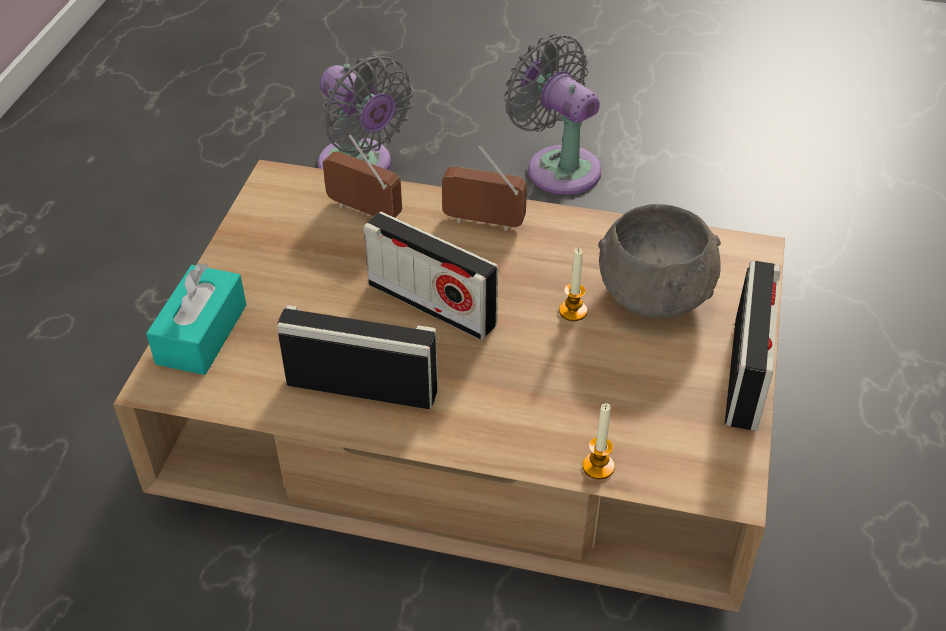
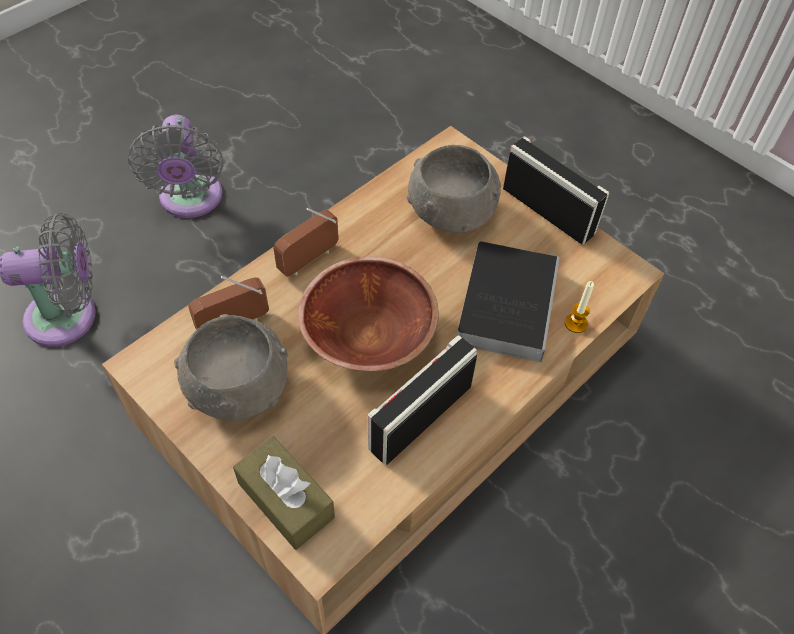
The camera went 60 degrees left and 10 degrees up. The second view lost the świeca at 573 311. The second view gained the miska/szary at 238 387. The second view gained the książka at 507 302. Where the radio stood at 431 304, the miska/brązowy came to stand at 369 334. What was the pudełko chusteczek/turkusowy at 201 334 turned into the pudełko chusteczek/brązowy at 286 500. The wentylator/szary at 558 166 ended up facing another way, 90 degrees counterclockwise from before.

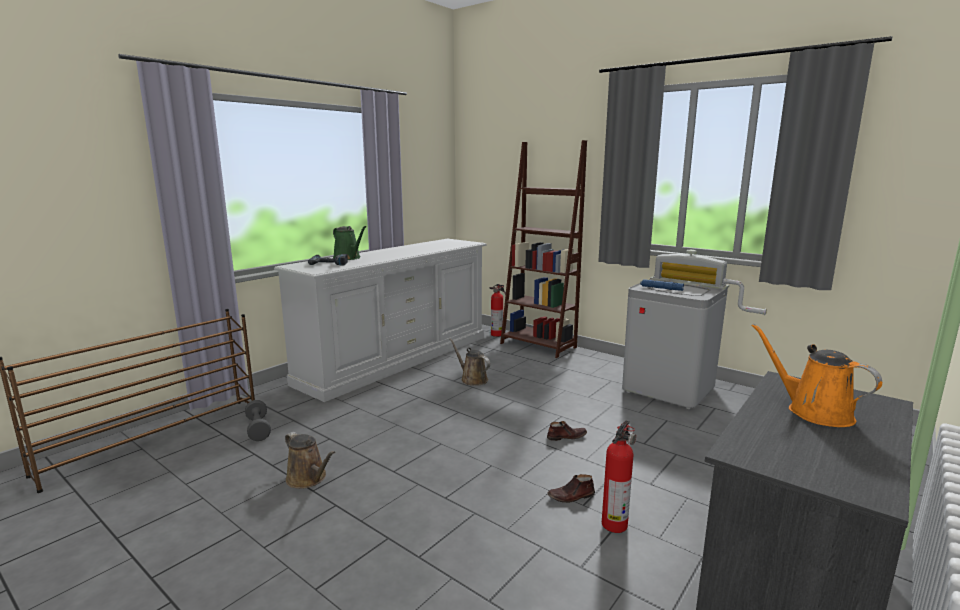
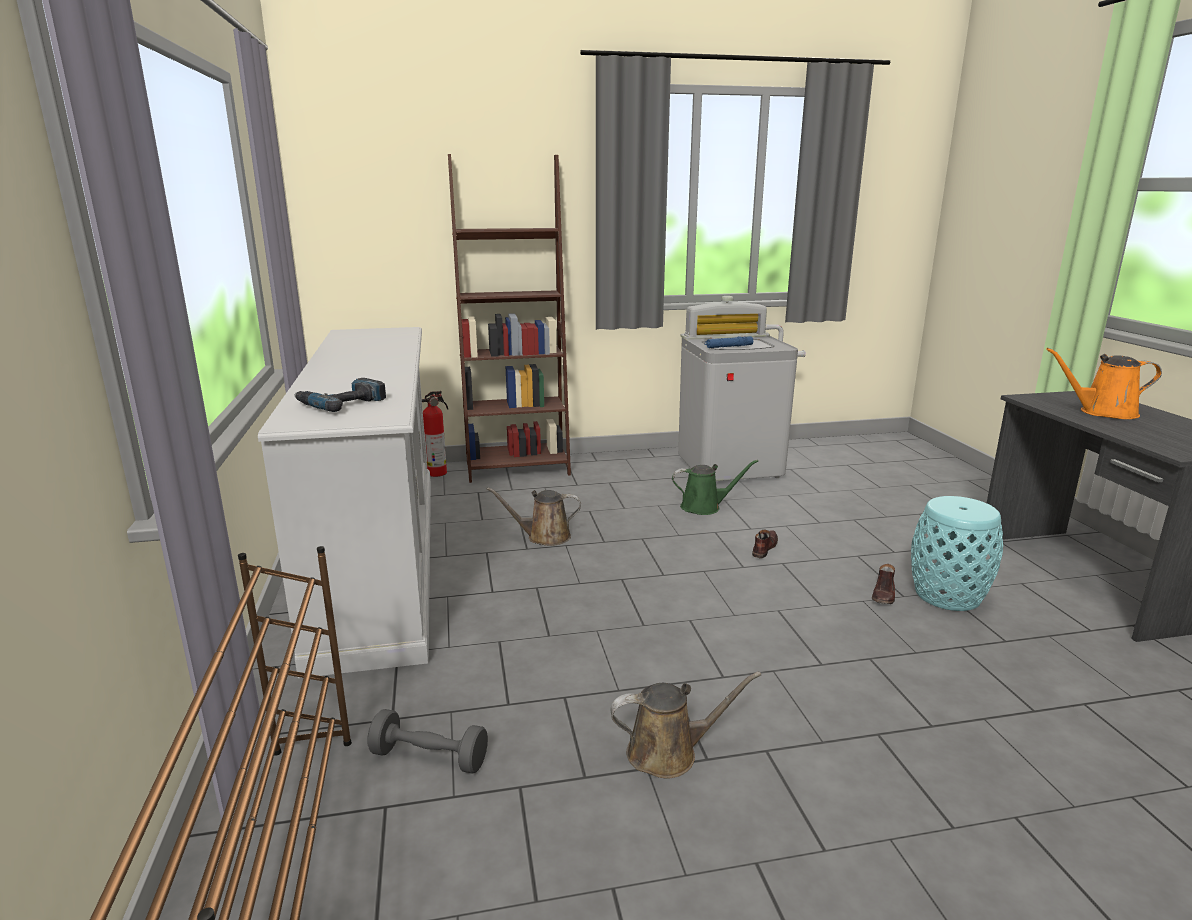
The camera went 50 degrees left and 5 degrees up. The konewka/zielony ended up elsewhere, having gone from 348 258 to 704 507. Where the gaśnica stood at 615 523, the stołek/turkusowy came to stand at 947 595.

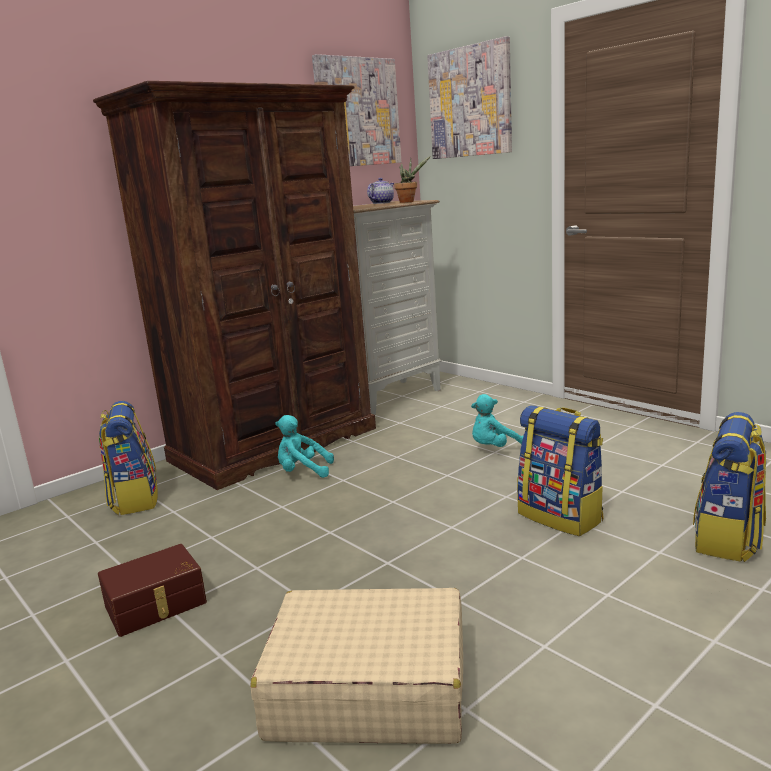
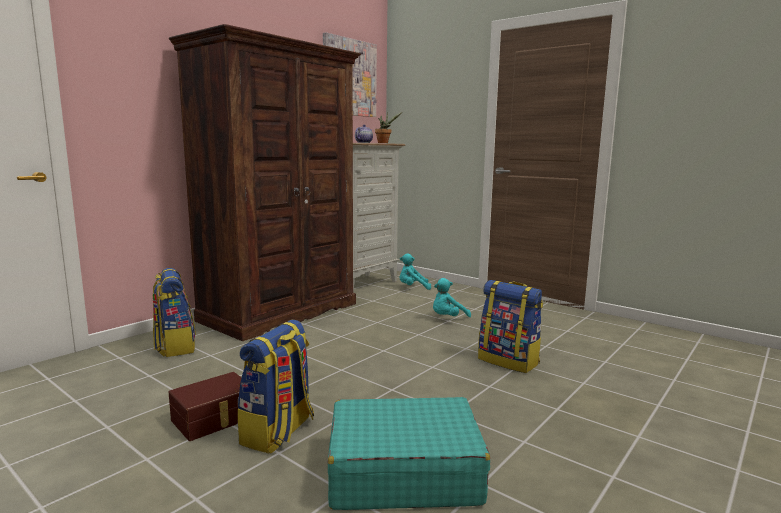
The camera went 10 degrees left and 5 degrees down. The second view lost the obraz at 470 102. The pluszak/turkusowy ended up elsewhere, having gone from 303 472 to 412 288. The plecak ended up elsewhere, having gone from 728 539 to 278 432. What was the walizka/beżowy at 367 688 turned into the walizka/turkusowy at 403 471.

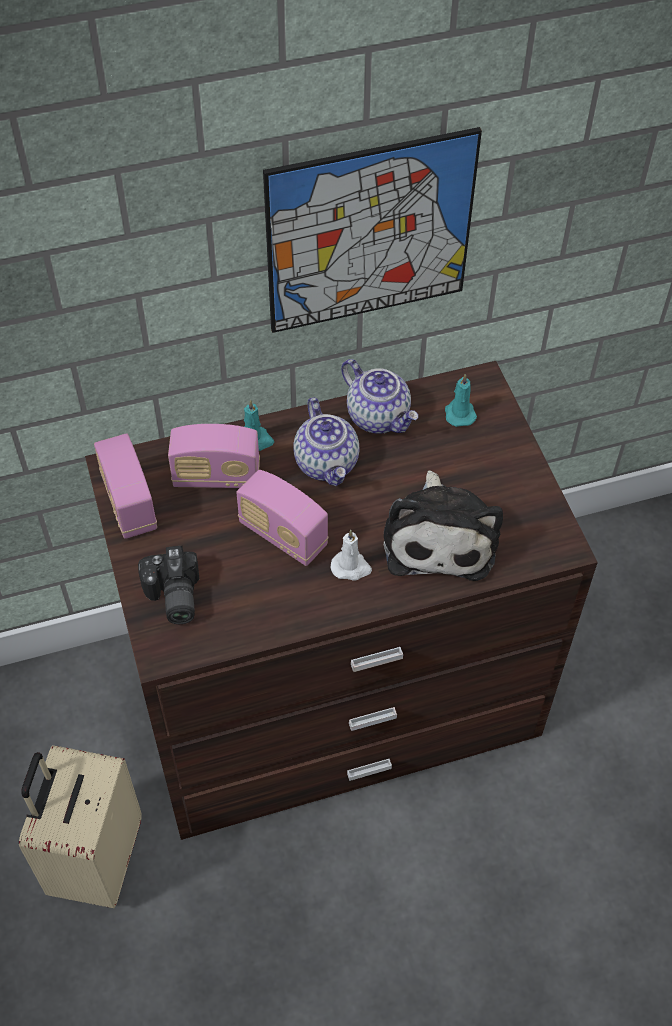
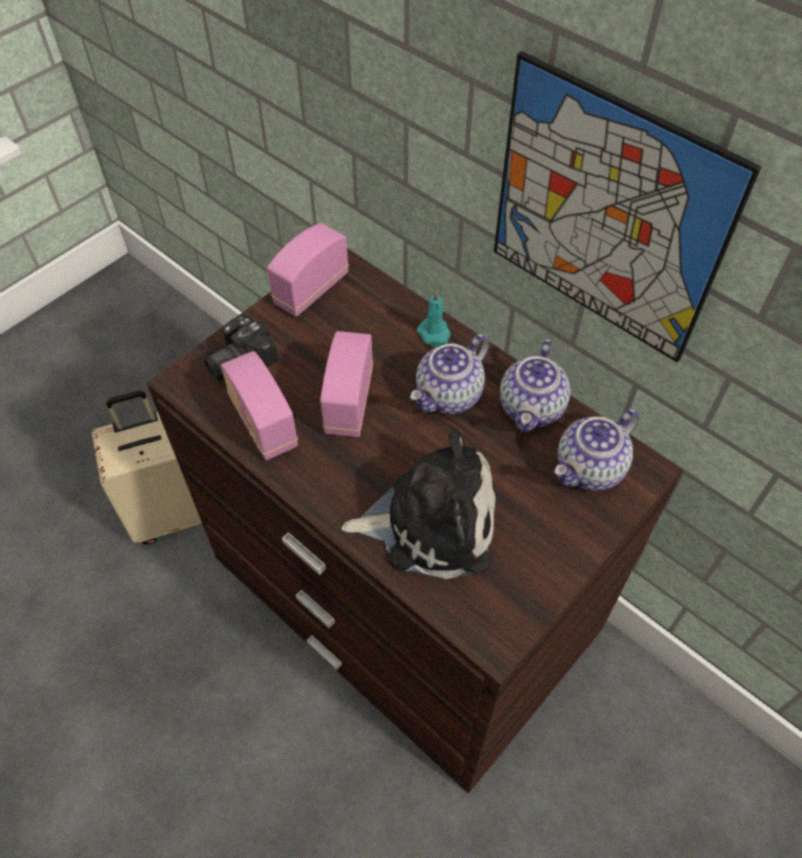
The camera went 60 degrees right and 0 degrees up. The second view lost the świeca/biały at 351 567. The radio ended up elsewhere, having gone from 216 477 to 263 423. Where the świeca/turkusowy stood at 459 413, the imbryk came to stand at 590 469. The pluszak at 439 536 ended up facing another way, 150 degrees counterclockwise from before.

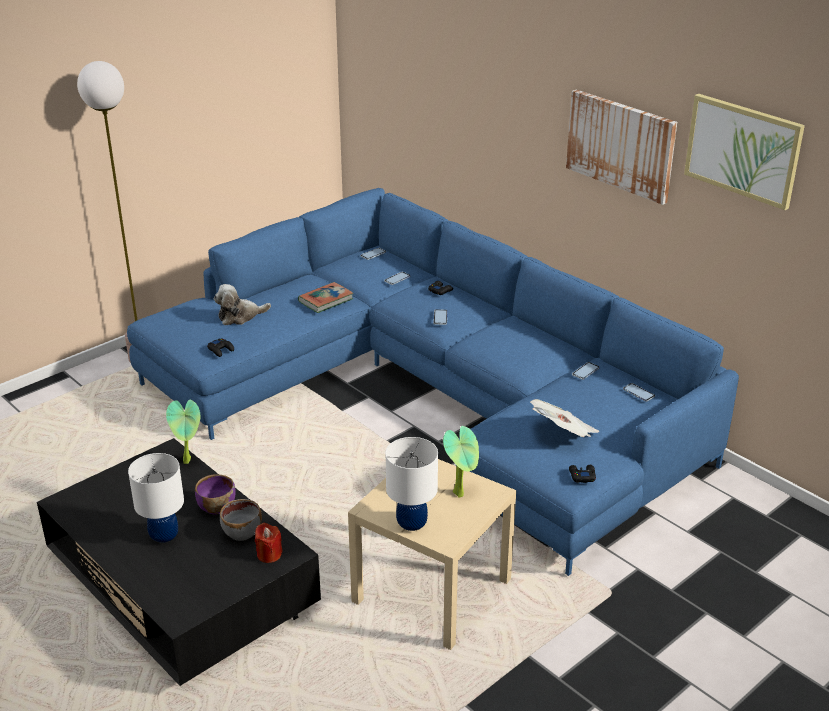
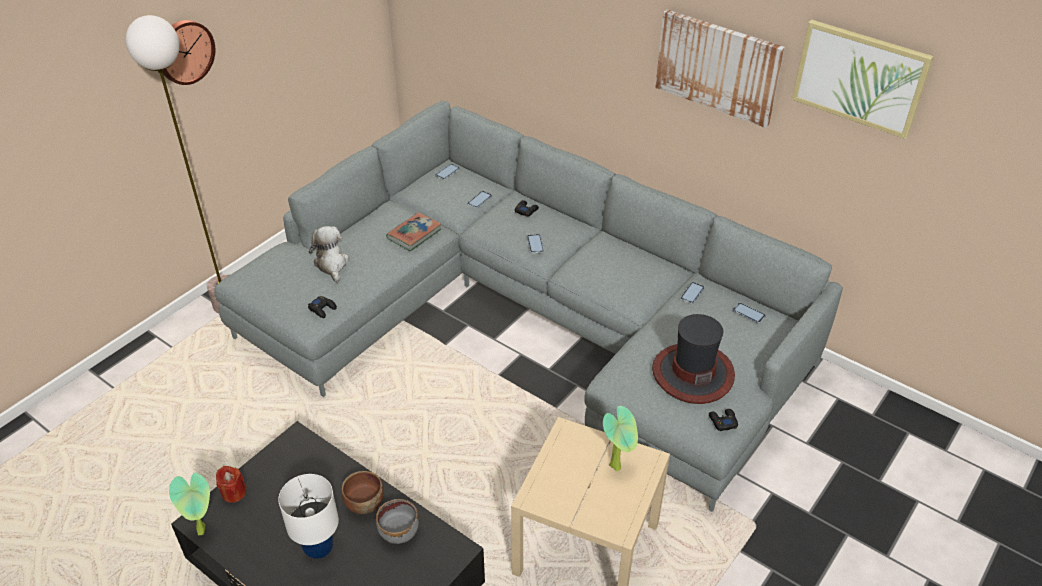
The camera went 10 degrees left and 10 degrees up. The second view lost the lampa stołowa/biały at 411 525. The second view gained the zegar ścienny at 184 51. The roślina doniczkowa ended up elsewhere, having gone from 189 461 to 203 530. The świeca/czerwony ended up elsewhere, having gone from 269 554 to 233 493. Where the gazeta stood at 563 434, the kapelusz came to stand at 692 373. What was the kanapa/niebieski at 429 397 turned into the kanapa/szary at 527 318. What was the miska/fioletowy at 216 507 turned into the miska/brązowy at 364 503. The pluszak at 240 316 ended up facing another way, 105 degrees clockwise from before.

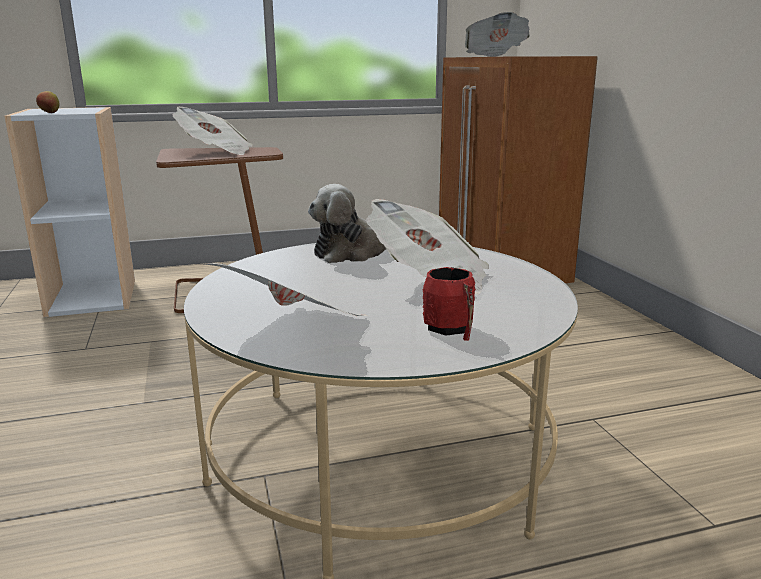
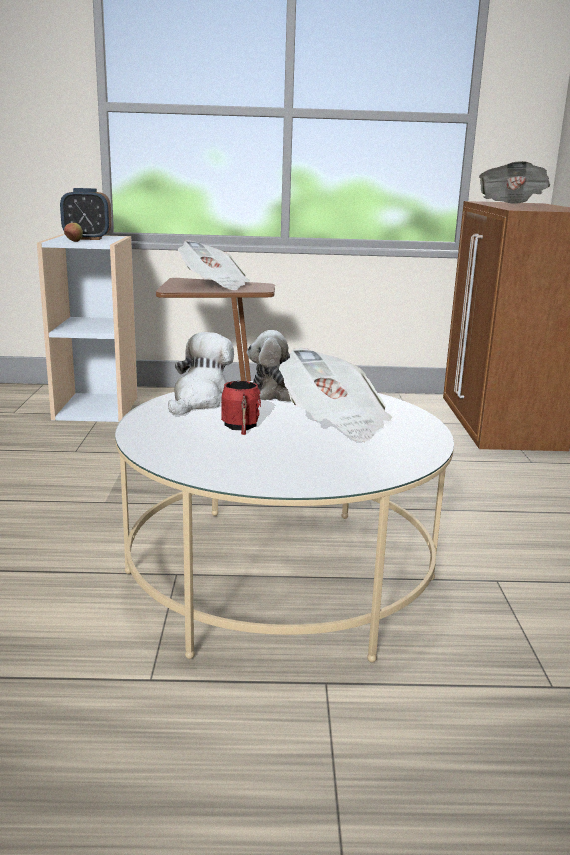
The camera went 15 degrees right and 0 degrees up. The second view lost the gazeta at 293 331. The second view gained the budzik at 87 238. The second view gained the pluszak at 200 402. The kubek/czerwony ended up elsewhere, having gone from 451 330 to 241 427.

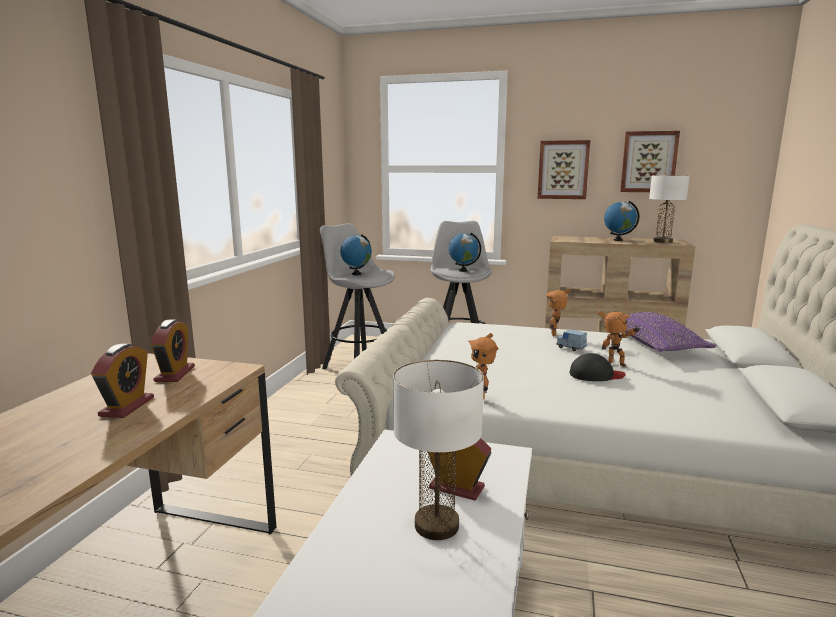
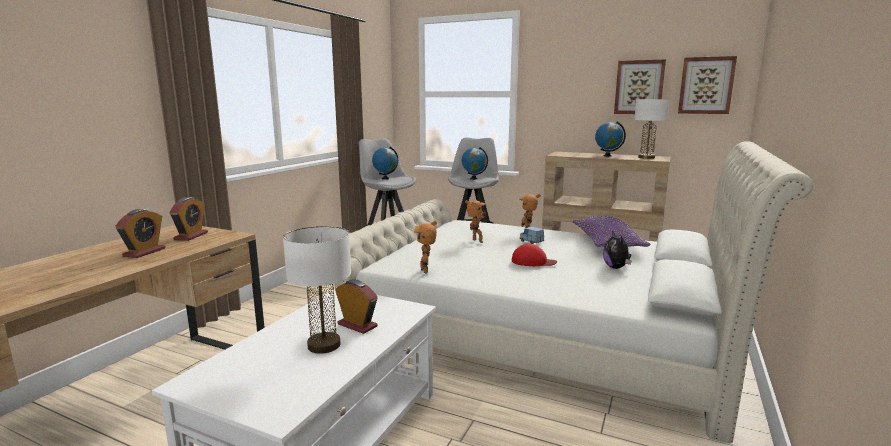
The camera went 10 degrees right and 0 degrees up. The second view gained the pluszak at 616 267. The obraz ended up elsewhere, having gone from 563 170 to 706 85. The robot zabawkowy ended up elsewhere, having gone from 615 365 to 476 241. What was the czapka z daszkiem/czarny at 596 375 turned into the czapka z daszkiem/czerwony at 533 262.

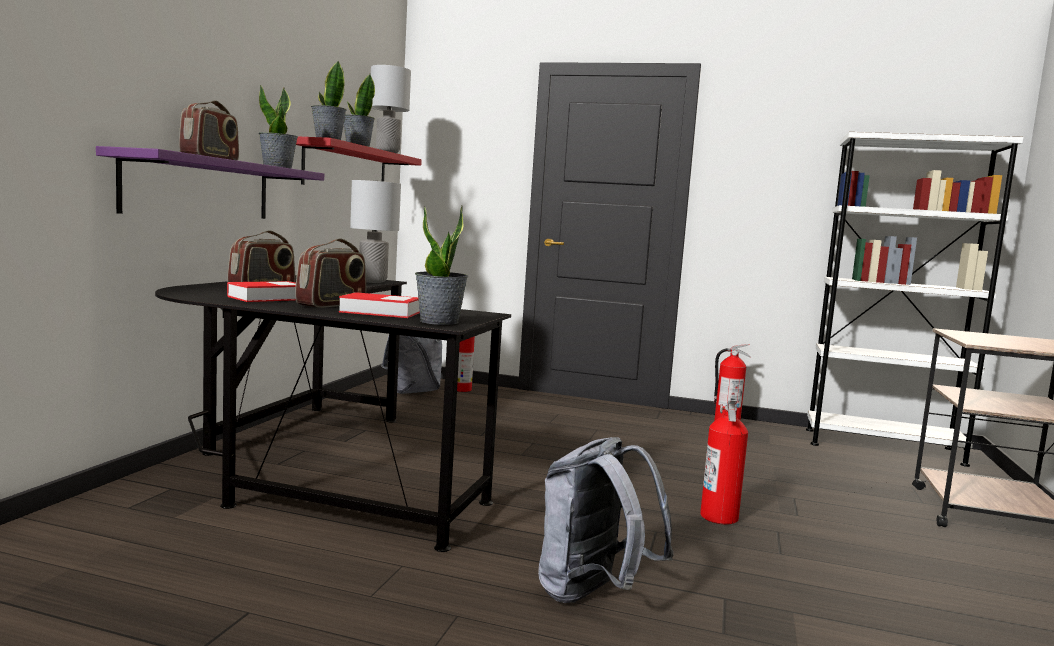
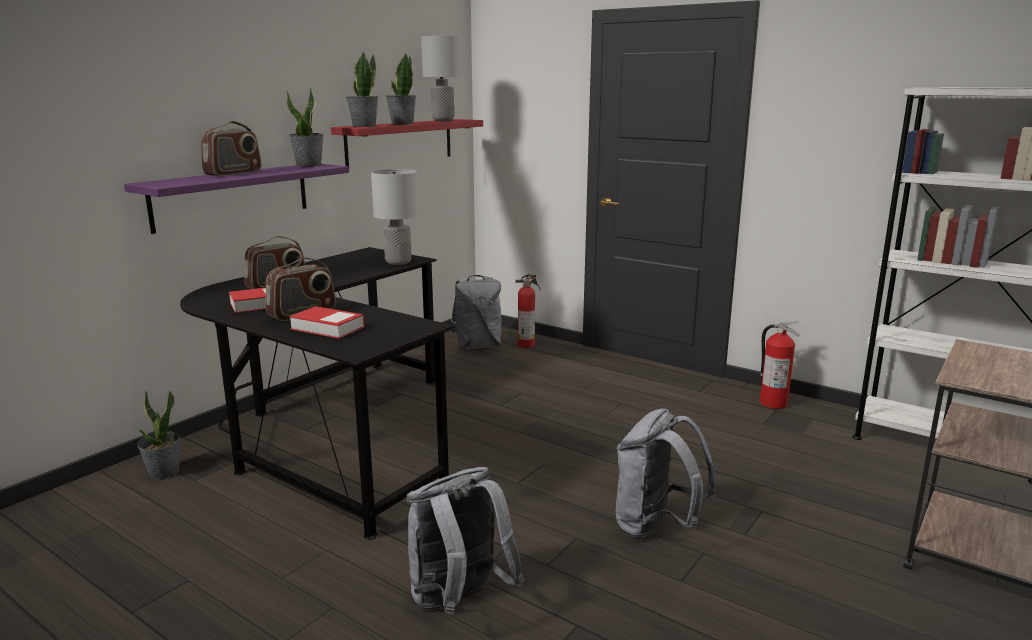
The camera went 20 degrees right and 10 degrees up. The roślina doniczkowa ended up elsewhere, having gone from 439 322 to 164 472. Where the gaśnica stood at 719 517, the plecak/szary came to stand at 656 527.

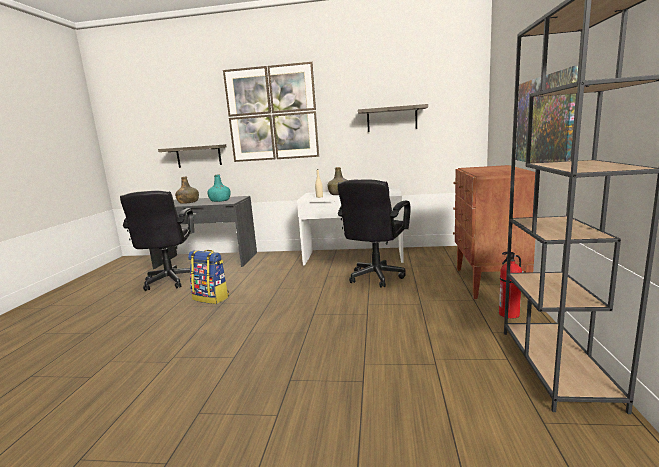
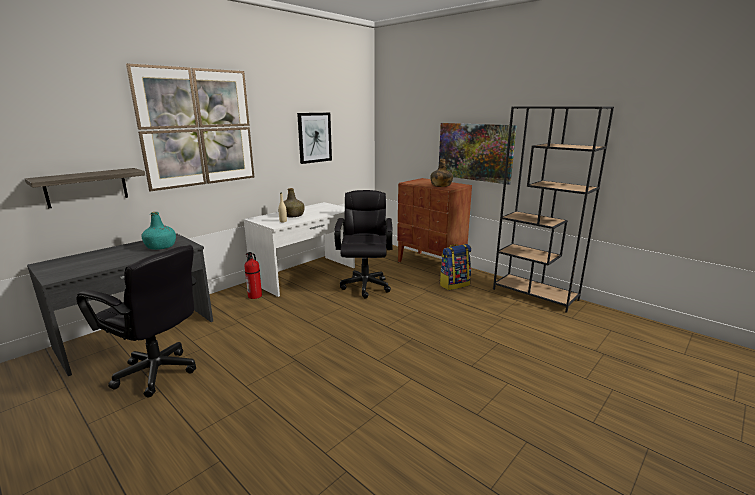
The camera went 55 degrees left and 5 degrees up. The butelka/zielony ended up elsewhere, having gone from 188 202 to 440 185. The plecak ended up elsewhere, having gone from 211 298 to 454 284. The gaśnica ended up elsewhere, having gone from 509 314 to 255 296. Where the półka hung at 392 119, the obraz came to hang at 314 137. The krzesło biurowe/czarny at 375 279 ended up facing another way, 150 degrees counterclockwise from before.

